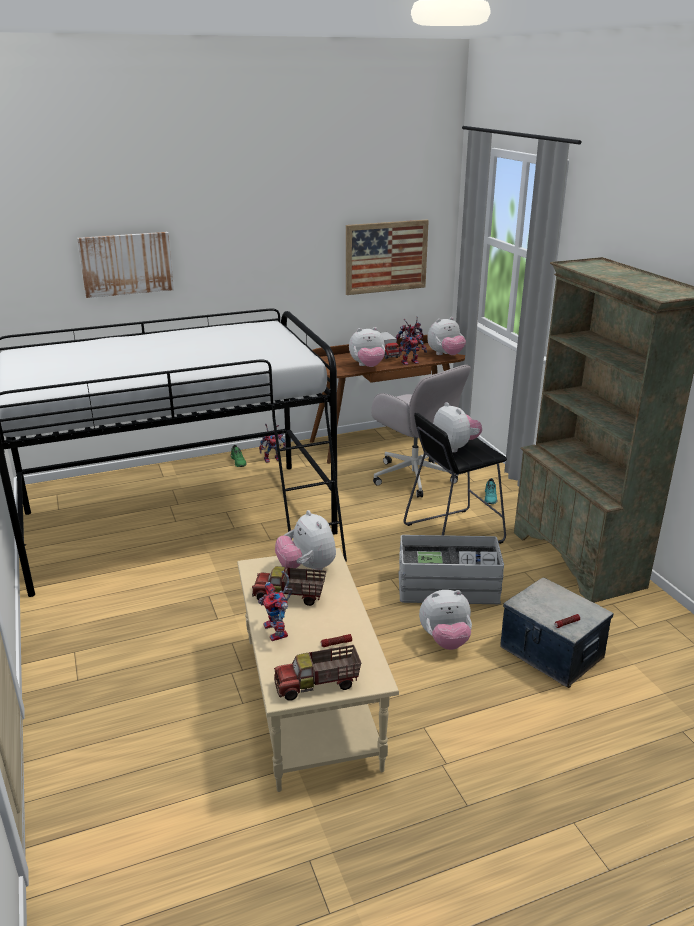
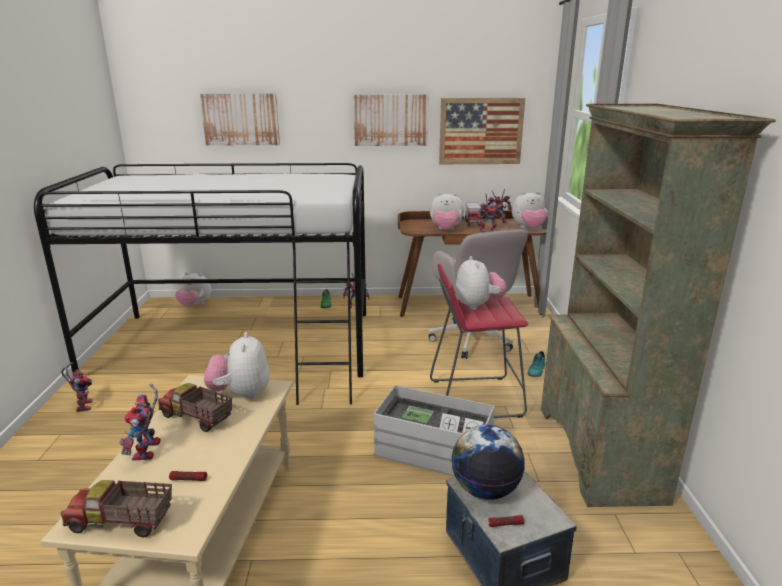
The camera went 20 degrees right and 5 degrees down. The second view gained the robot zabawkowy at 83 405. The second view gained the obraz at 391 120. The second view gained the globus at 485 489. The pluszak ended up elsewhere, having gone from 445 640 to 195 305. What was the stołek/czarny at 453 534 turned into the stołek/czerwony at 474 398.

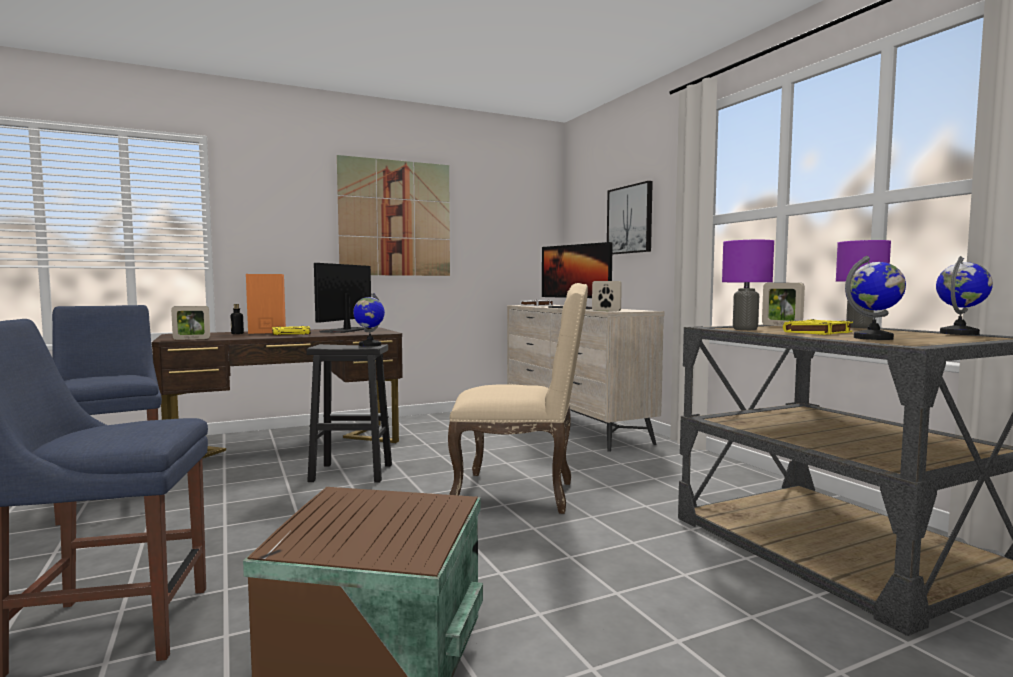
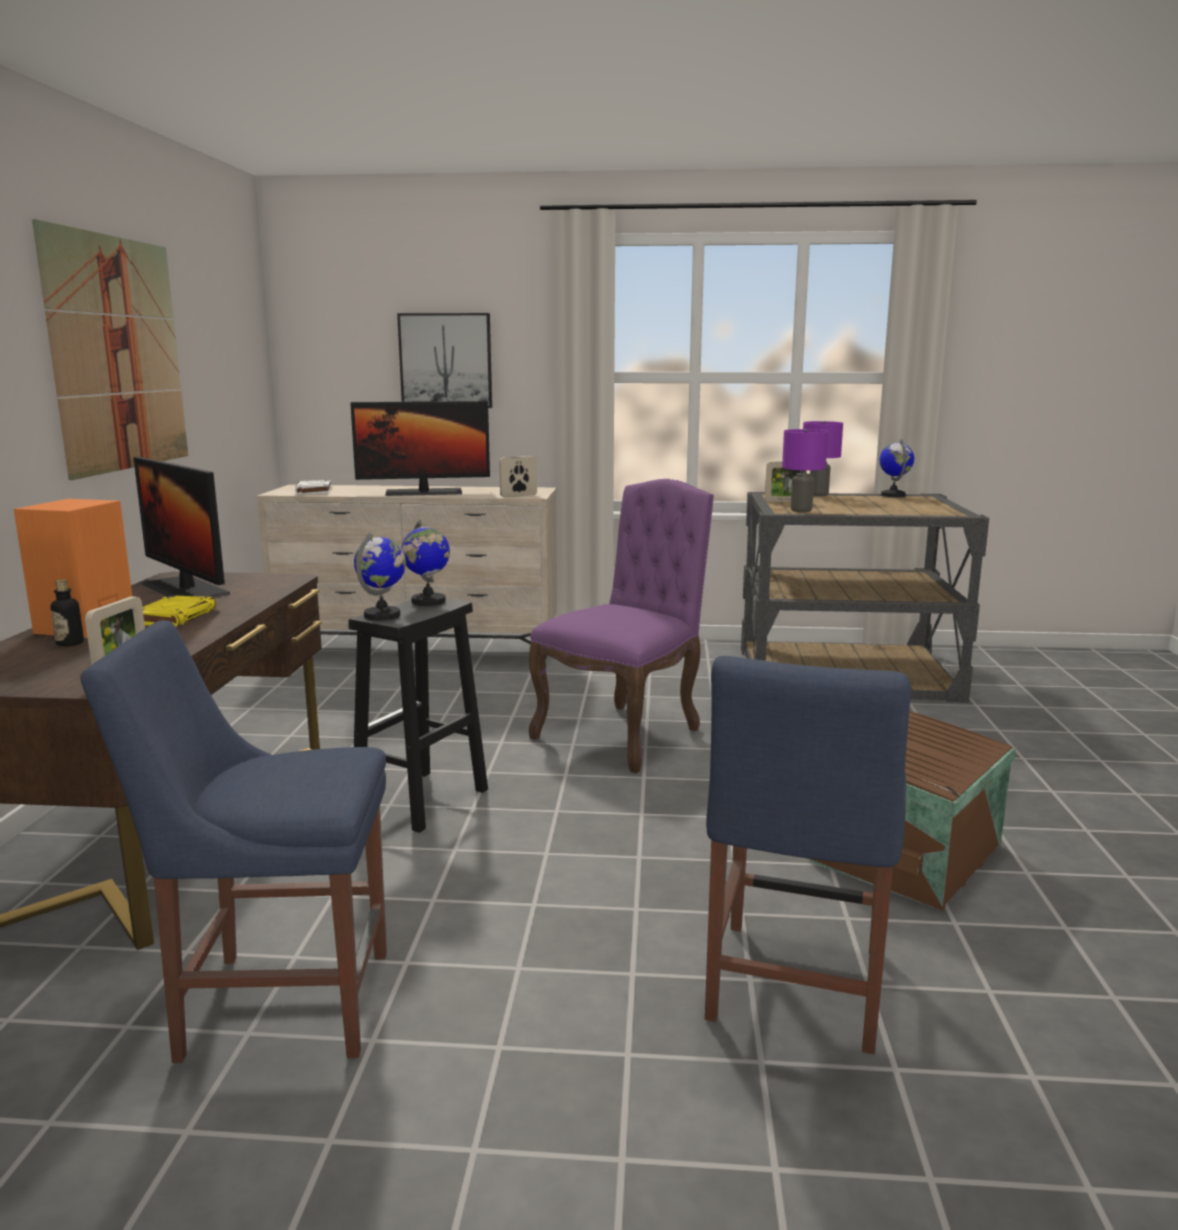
The camera went 60 degrees left and 10 degrees up. The second view lost the książka/żółty at 817 332. The globus ended up elsewhere, having gone from 873 338 to 383 615. What was the krzesło/beżowy at 517 494 turned into the krzesło/fioletowy at 624 734.

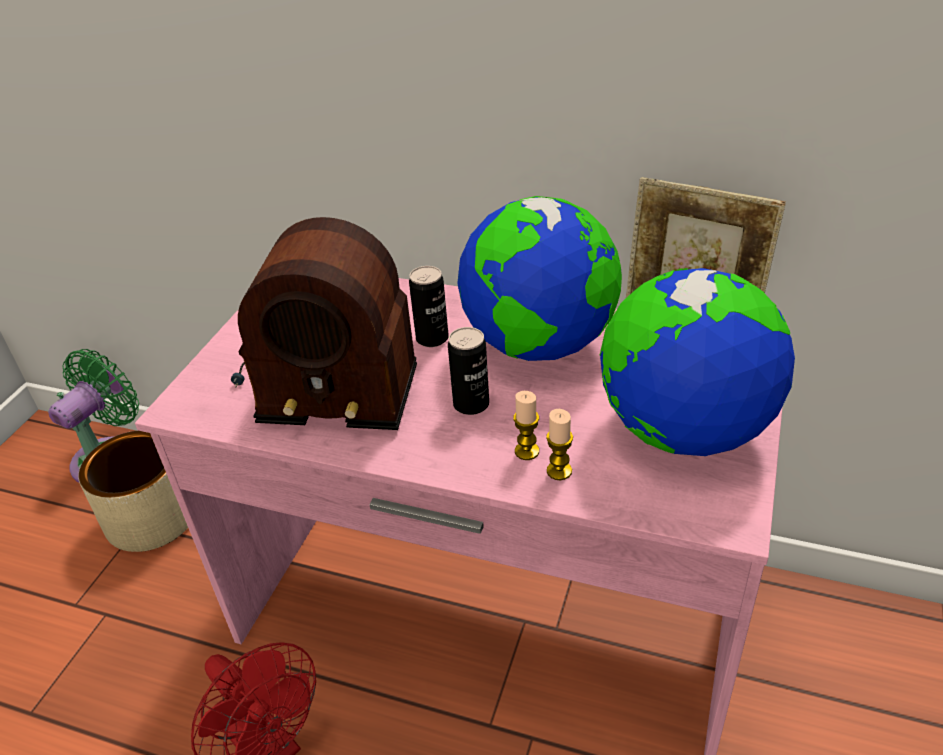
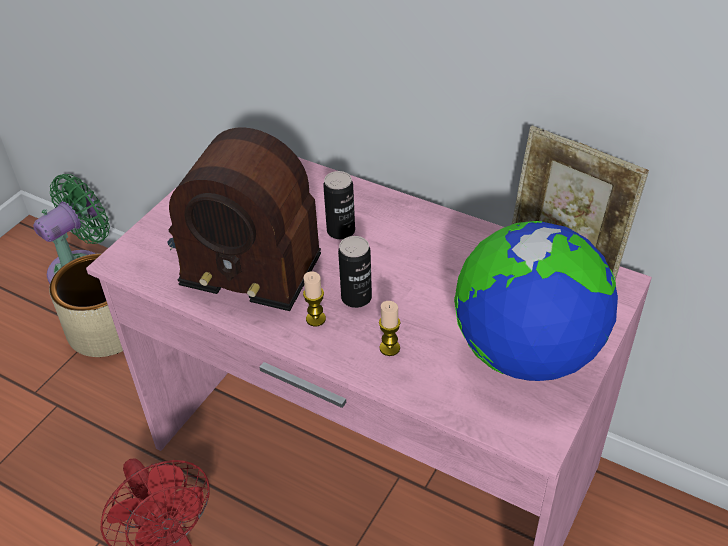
The camera went 10 degrees right and 5 degrees up. The second view lost the globus at 540 345. The świeca ended up elsewhere, having gone from 559 471 to 316 319.

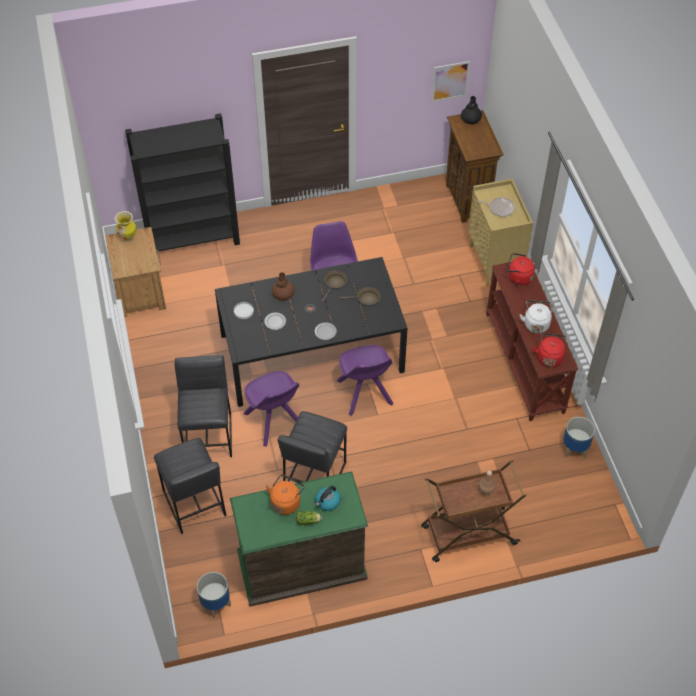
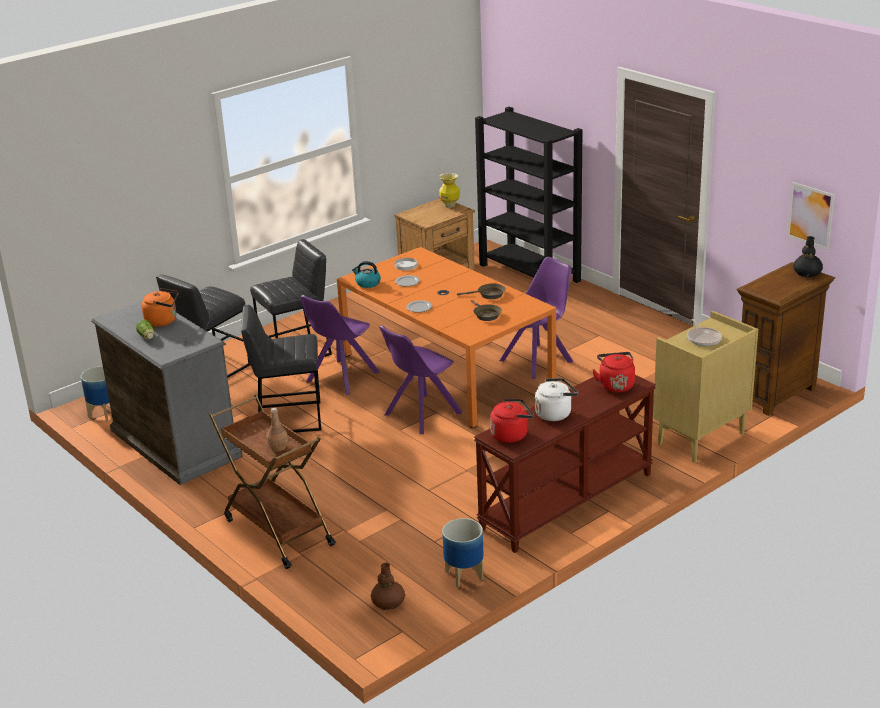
The camera went 65 degrees right and 25 degrees down. The wazon/brązowy ended up elsewhere, having gone from 283 294 to 388 602. The czajnik ended up elsewhere, having gone from 327 502 to 367 283. What was the stół jadalny/czarny at 311 353 turned into the stół jadalny/pomarańczowy at 447 371. What was the komoda/zielony at 301 565 turned into the komoda/szary at 174 443.

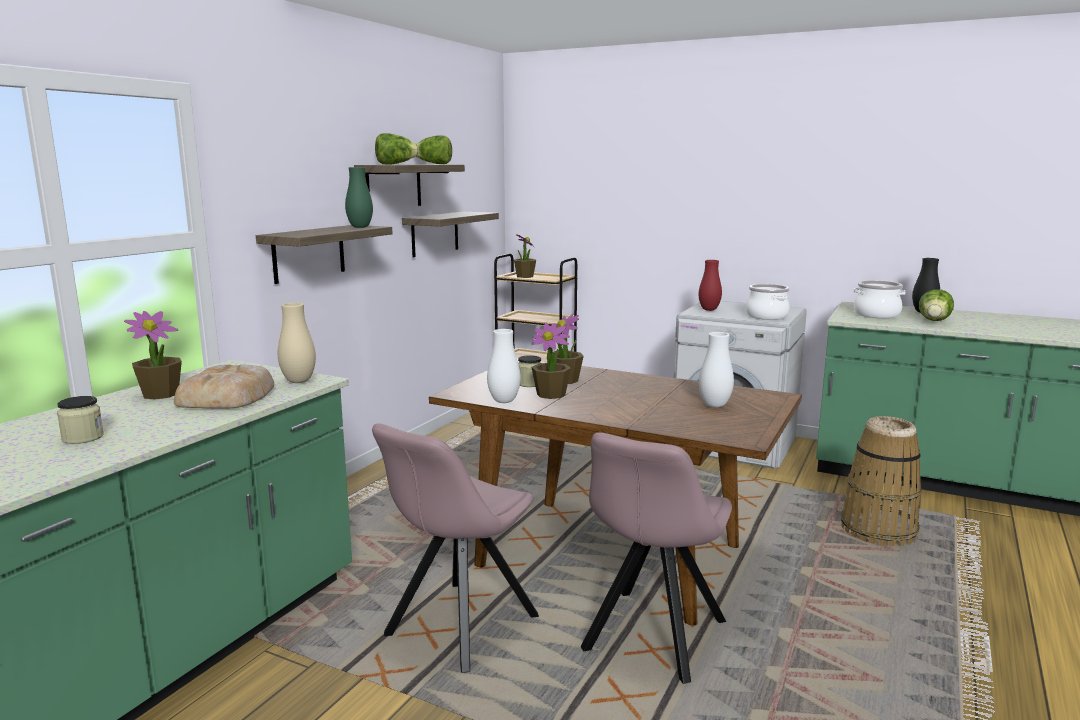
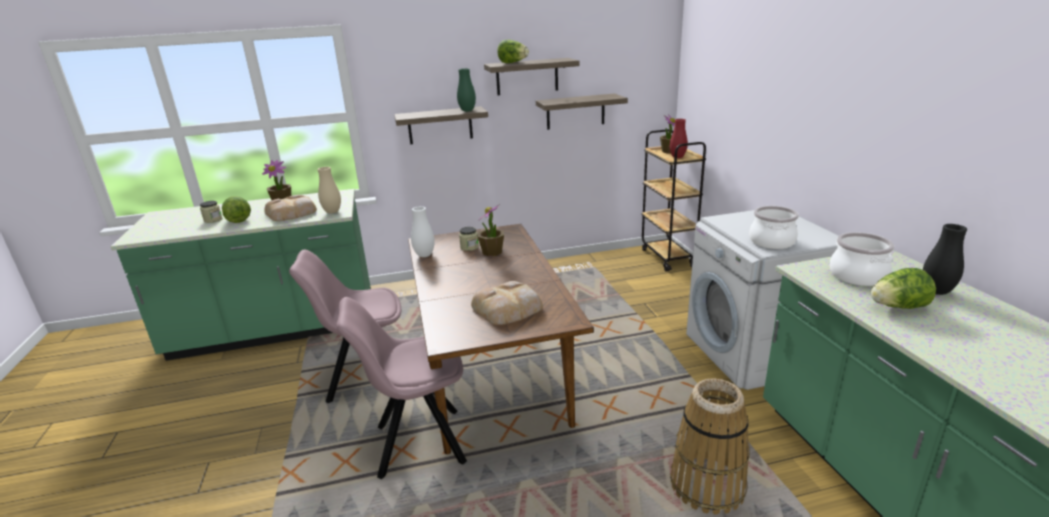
The camera went 50 degrees right and 10 degrees up. The second view lost the roślina doniczkowa at 551 394. The sałata ended up elsewhere, having gone from 434 164 to 238 219. The wazon/czerwony ended up elsewhere, having gone from 709 309 to 677 157. Where the wazon/biały stood at 714 405, the chleb came to stand at 508 308.

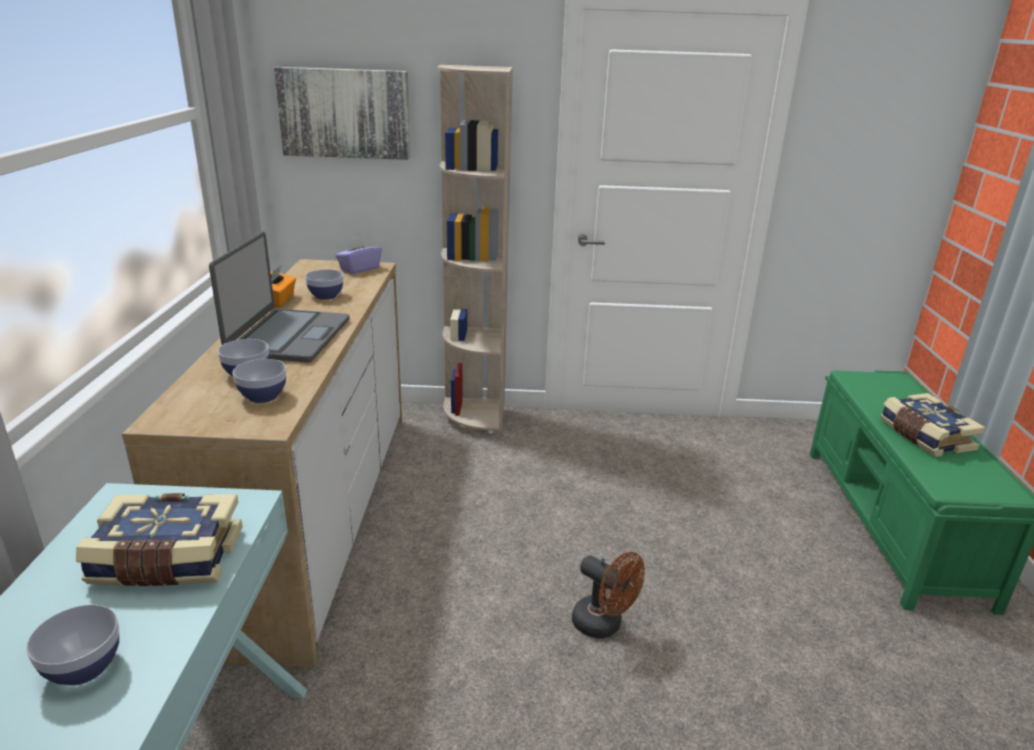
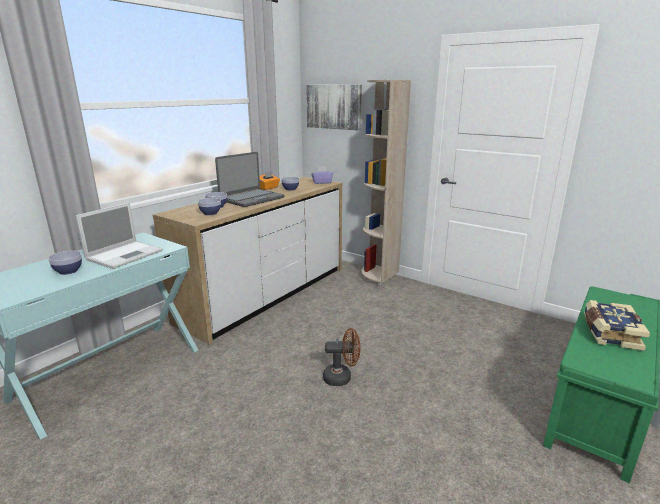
The camera went 35 degrees right and 5 degrees down. Where the książka stood at 167 560, the laptop came to stand at 126 254. The wentylator/brązowy at 604 625 ended up facing another way, 75 degrees counterclockwise from before.

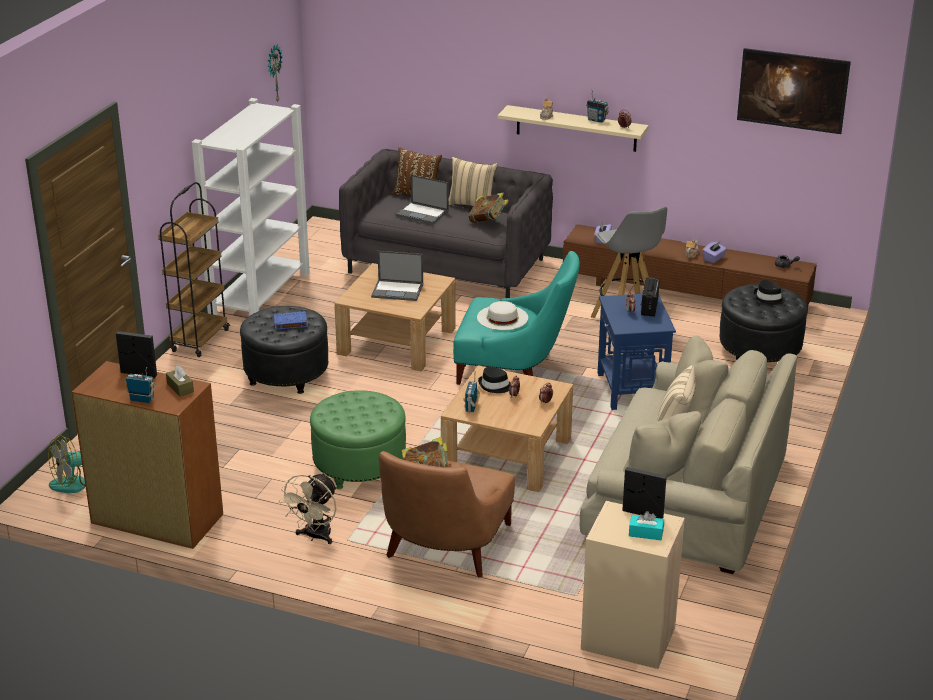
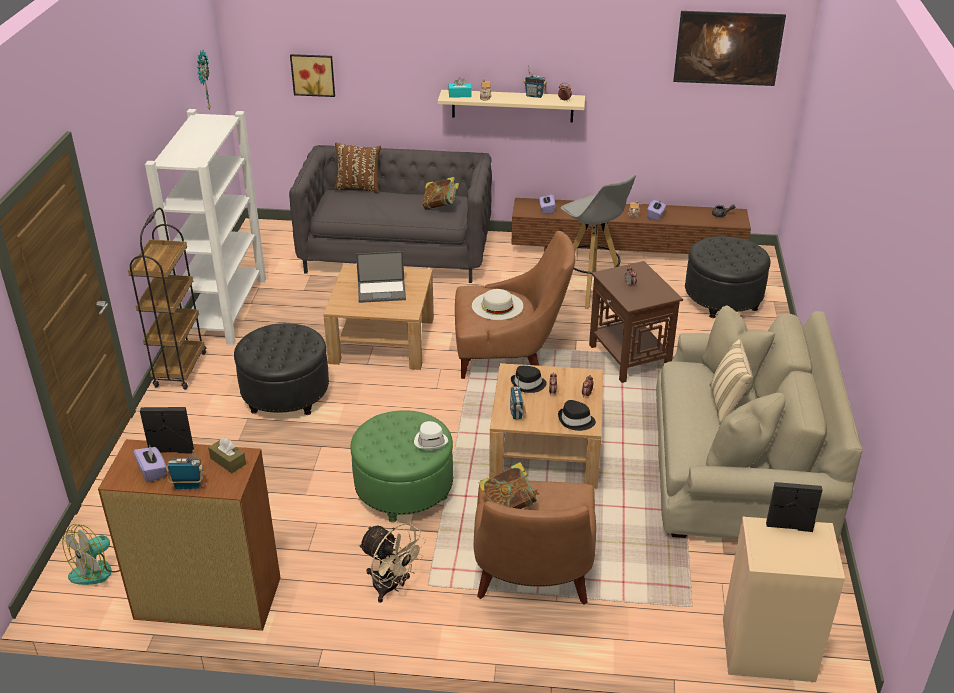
The camera went 15 degrees left and 5 degrees up. The second view lost the książka/niebieski at 290 323. The second view lost the laptop at 423 213. The second view lost the poduszka/beżowy at 472 205. The second view lost the radio at 649 308. The second view gained the pudełko chusteczek/fioletowy at 152 471. The second view gained the obraz at 313 74. The second view gained the kapelusz/biały at 430 441. The pudełko chusteczek/turkusowy ended up elsewhere, having gone from 646 533 to 460 95. The kapelusz/czarny ended up elsewhere, having gone from 768 298 to 576 421. What was the fotel/turkusowy at 515 369 turned into the fotel/brązowy at 509 352. What was the stolik/niebieski at 631 390 turned into the stolik/brązowy at 629 358. The wentylator/beżowy at 315 536 ended up facing another way, 60 degrees counterclockwise from before.

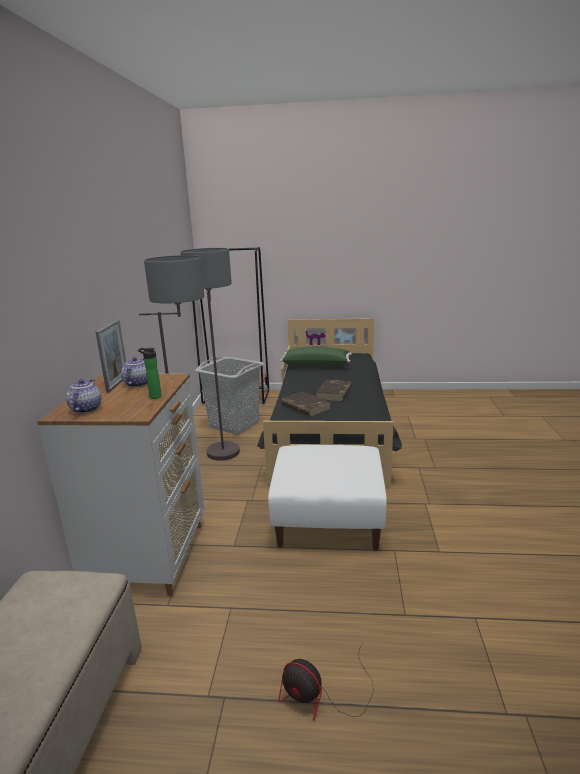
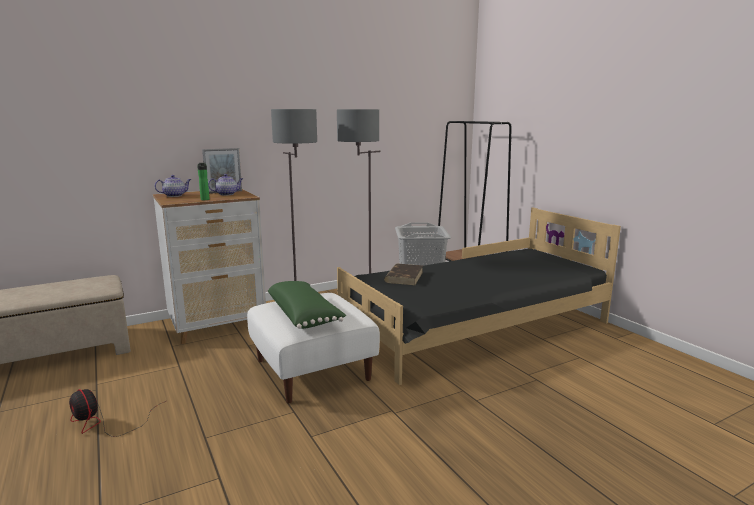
The camera went 55 degrees right and 5 degrees down. The second view lost the książka/brązowy at 334 393. The poduszka/zielony ended up elsewhere, having gone from 316 365 to 304 316. The wentylator at 323 695 ended up facing another way, 45 degrees counterclockwise from before.

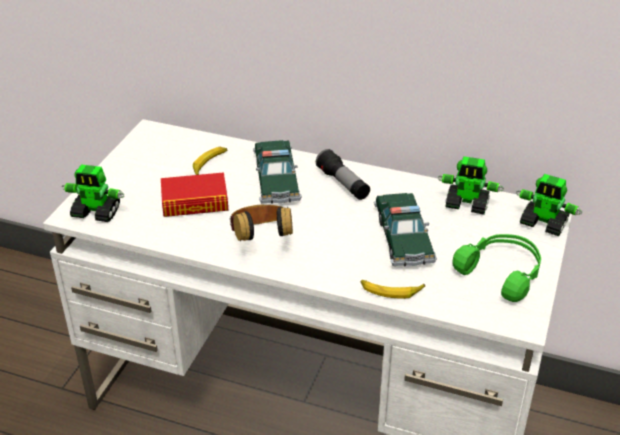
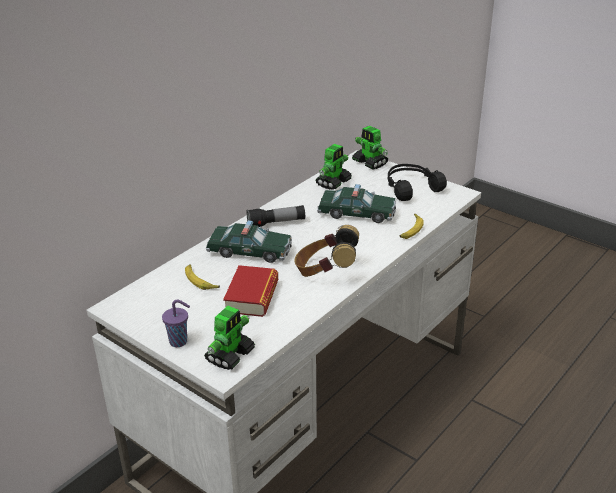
The camera went 70 degrees left and 5 degrees down. The second view gained the filiżanka/fioletowy at 179 342. What was the słuchawki/zielony at 502 272 turned into the słuchawki/czarny at 411 188. The robot zabawkowy at 544 224 ended up facing another way, 90 degrees clockwise from before.

